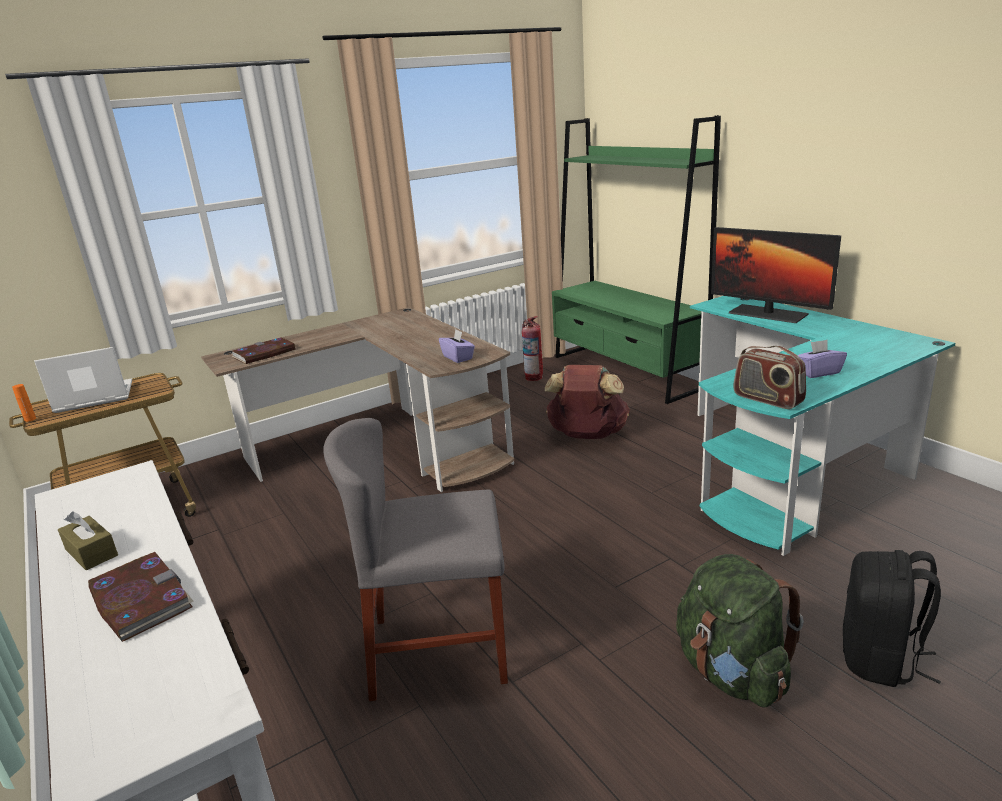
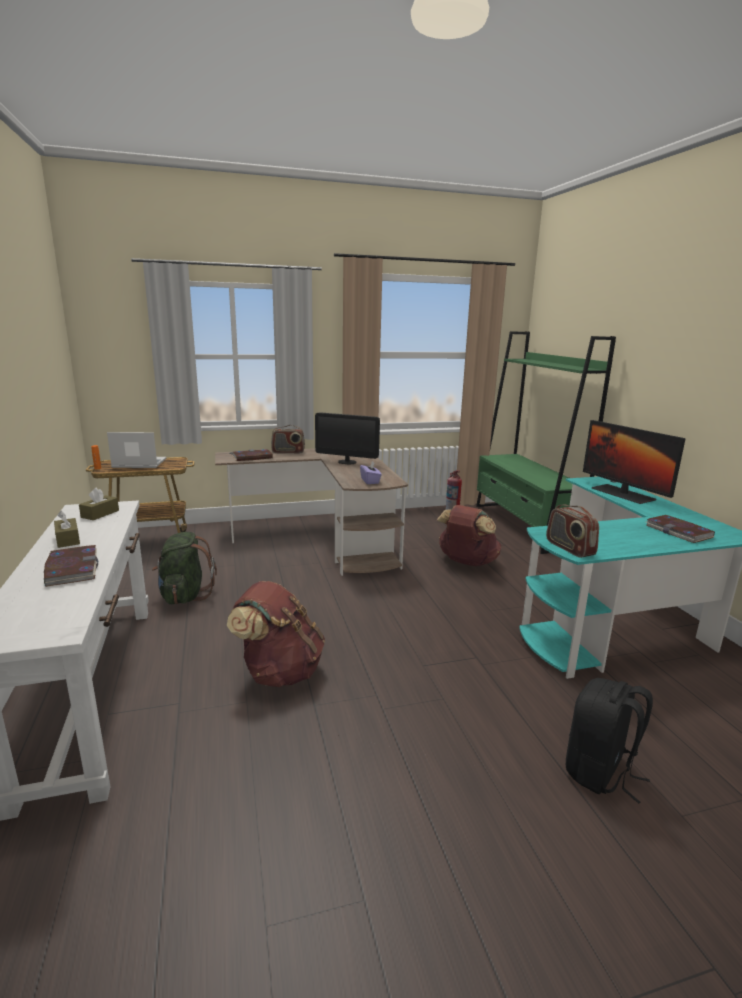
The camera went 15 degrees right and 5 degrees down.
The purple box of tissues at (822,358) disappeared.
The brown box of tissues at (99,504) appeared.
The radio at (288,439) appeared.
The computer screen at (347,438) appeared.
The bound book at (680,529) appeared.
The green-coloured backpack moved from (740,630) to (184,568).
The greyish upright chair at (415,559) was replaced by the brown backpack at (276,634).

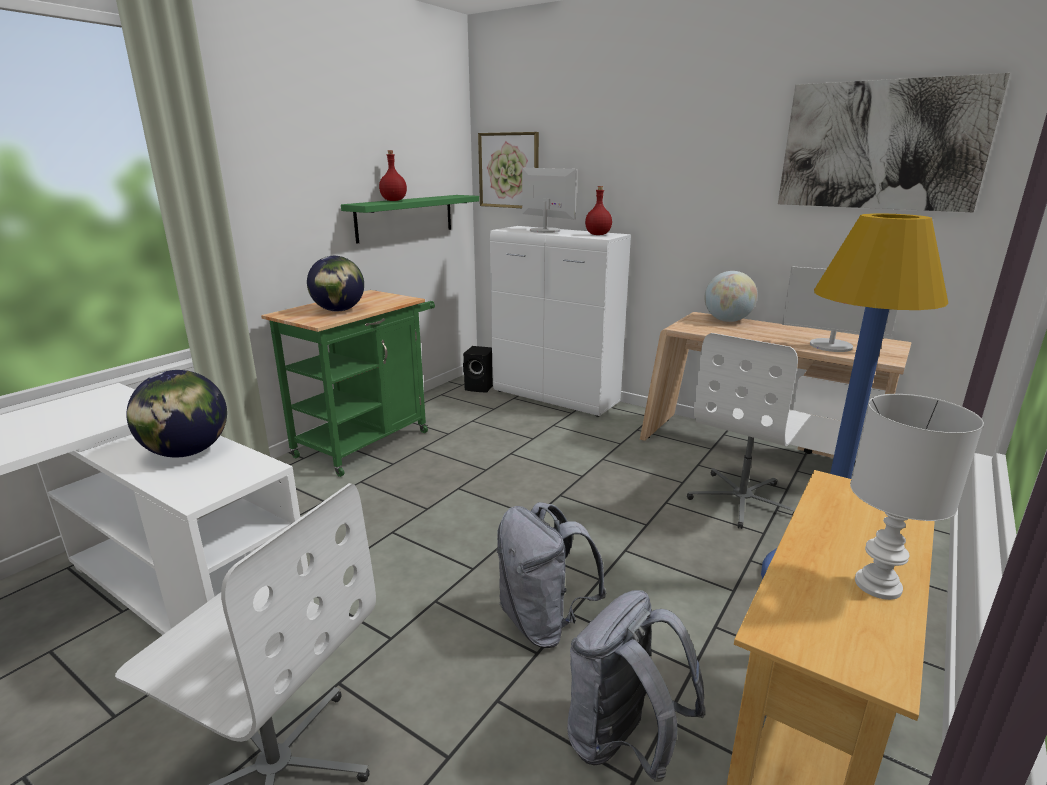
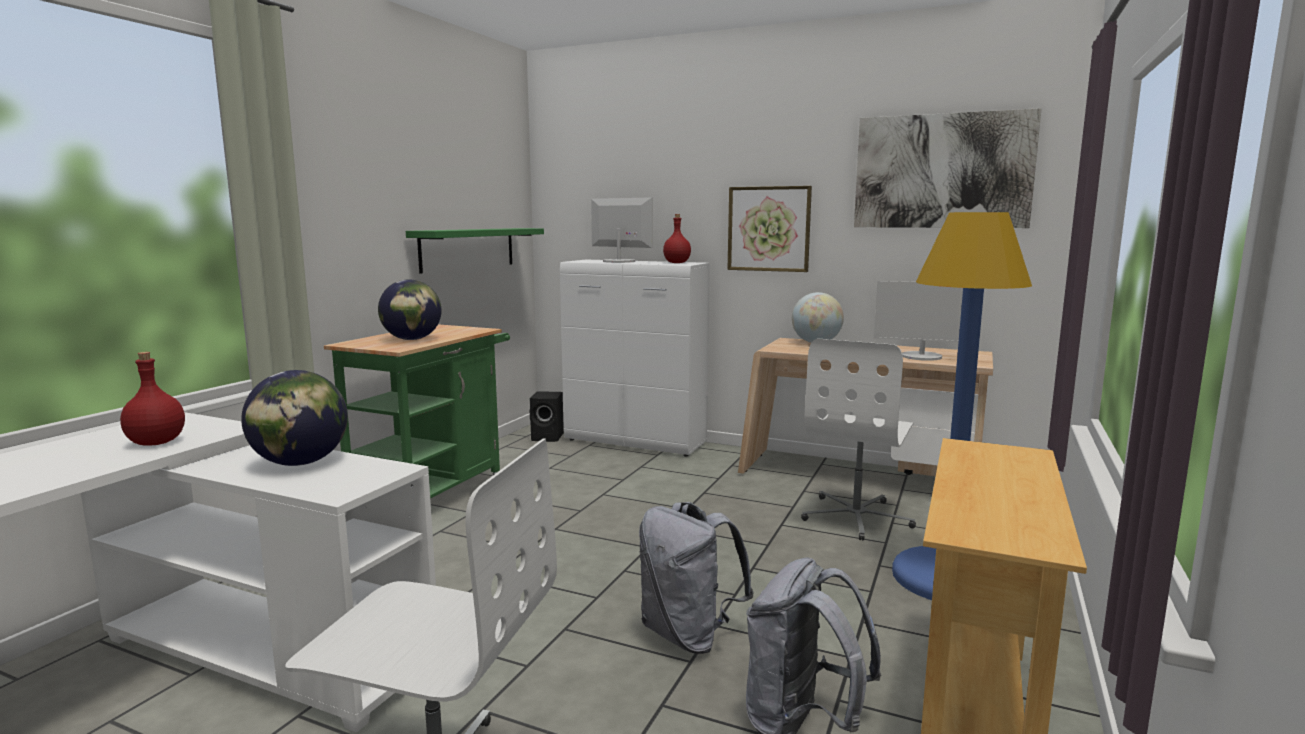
The camera went 10 degrees left and 10 degrees down.
The white-coloured table lamp at (917,497) disappeared.
The red beverage bottle moved from (393,175) to (152,399).
The picture moved from (508,170) to (769,229).

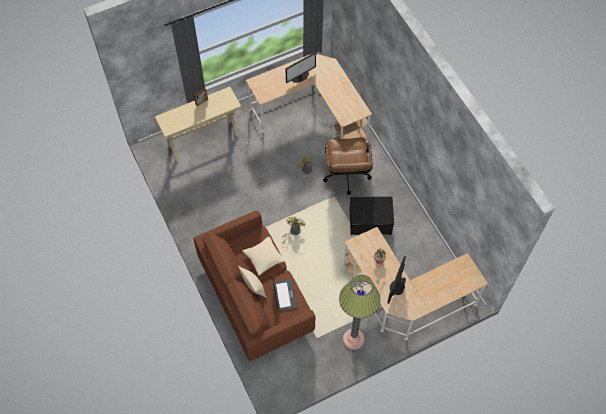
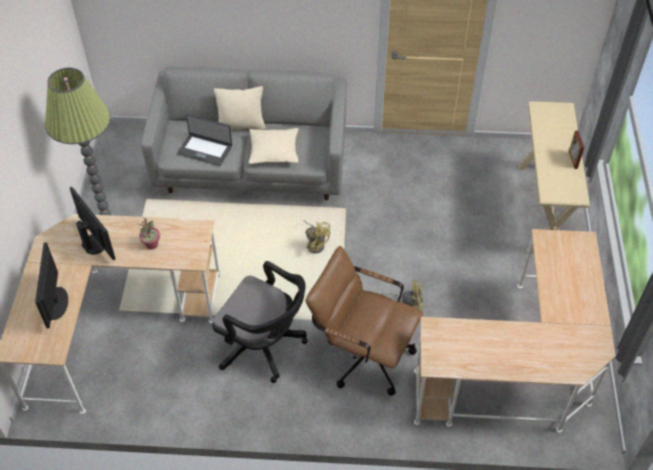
The camera went 120 degrees right and 10 degrees down.
The computer screen moved from (300,67) to (51,285).
The storage bin at (372,216) was replaced by the blackish computer chair at (260,322).
The brown sofa at (254,285) became the greyish sofa at (244,133).

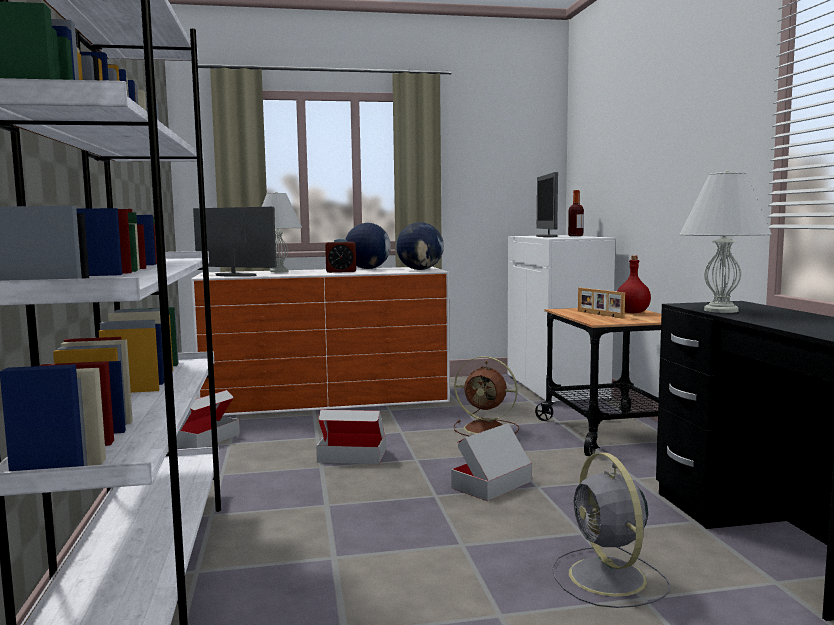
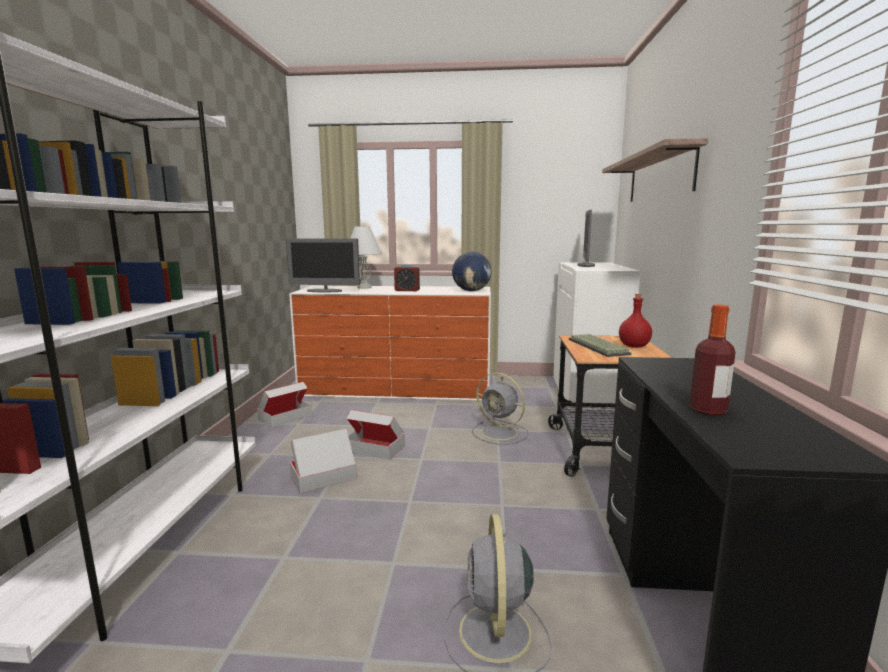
The camera went 15 degrees right and 5 degrees up.
The globe at (368,246) disappeared.
The white-coloured table lamp at (725,241) disappeared.
The wall shelf at (655,170) appeared.
The carton moved from (491,462) to (323,461).
The beverage bottle moved from (576,213) to (712,360).
The photo frame at (601,303) was replaced by the keyboard at (600,345).
The brown fan at (486,396) became the greyish fan at (500,409).
The computer screen at (235,242) turned 150 degrees clockwise.

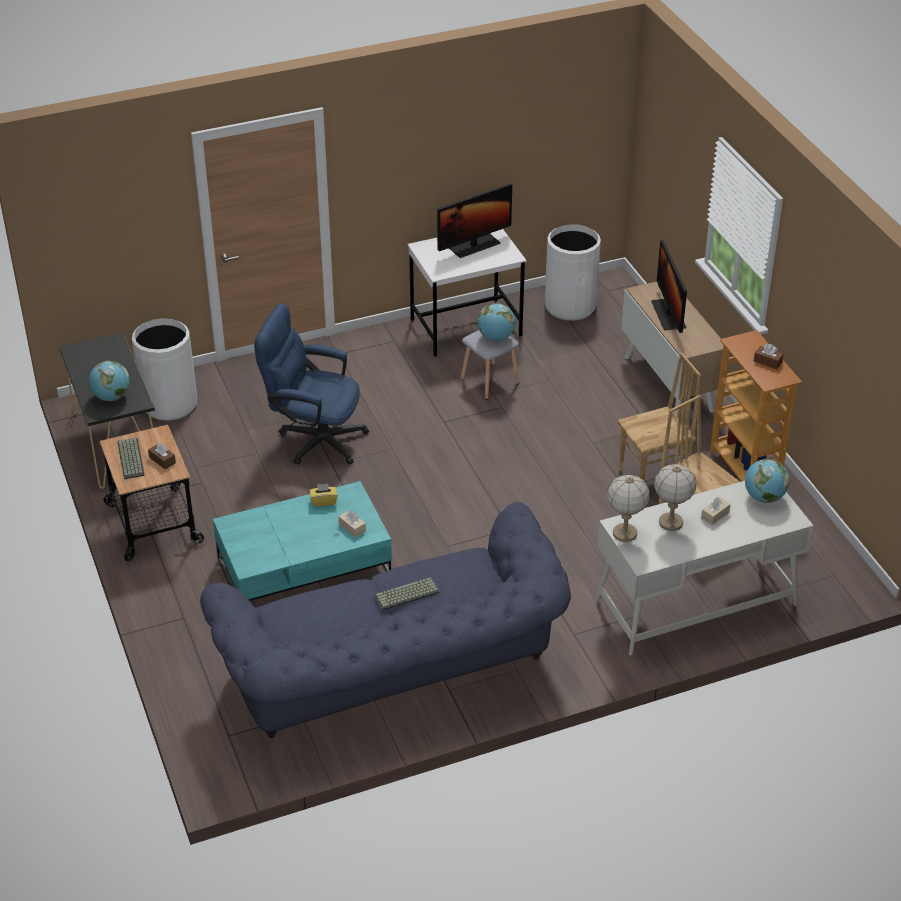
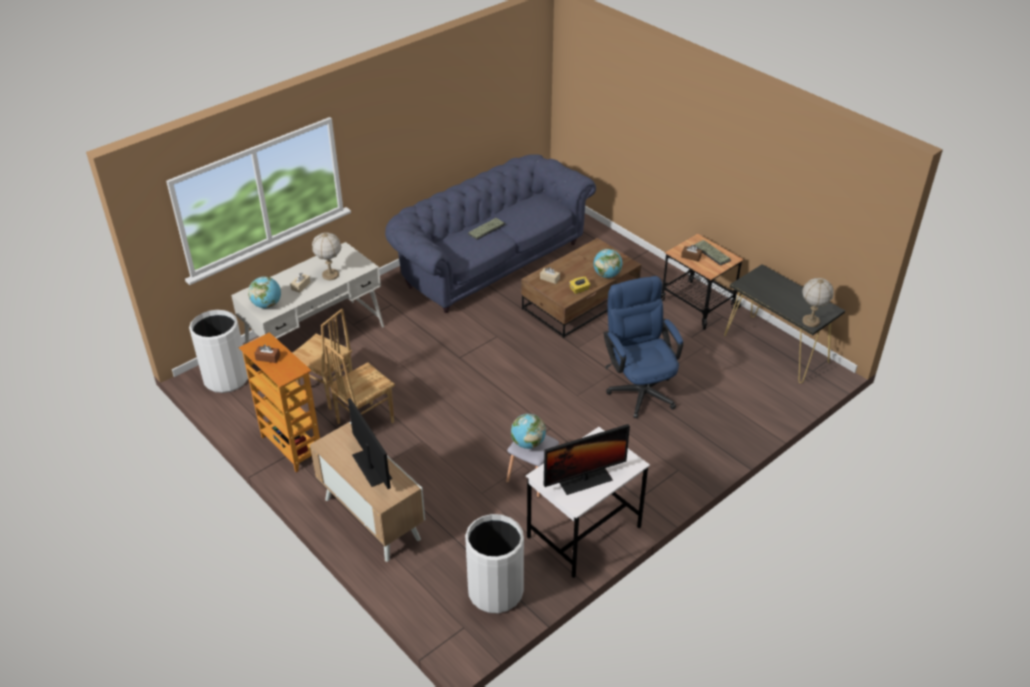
The camera went 160 degrees right and 0 degrees up.
The globe moved from (109,381) to (607,263).
The white-coloured waste bin moved from (164,369) to (218,351).
The table lamp moved from (628,508) to (818,302).
The blue-green lounge table at (302,541) became the brown lounge table at (581,288).
The bluish computer chair at (311,384) turned 105 degrees counterclockwise.
The computer screen at (474,220) turned 150 degrees counterclockwise.

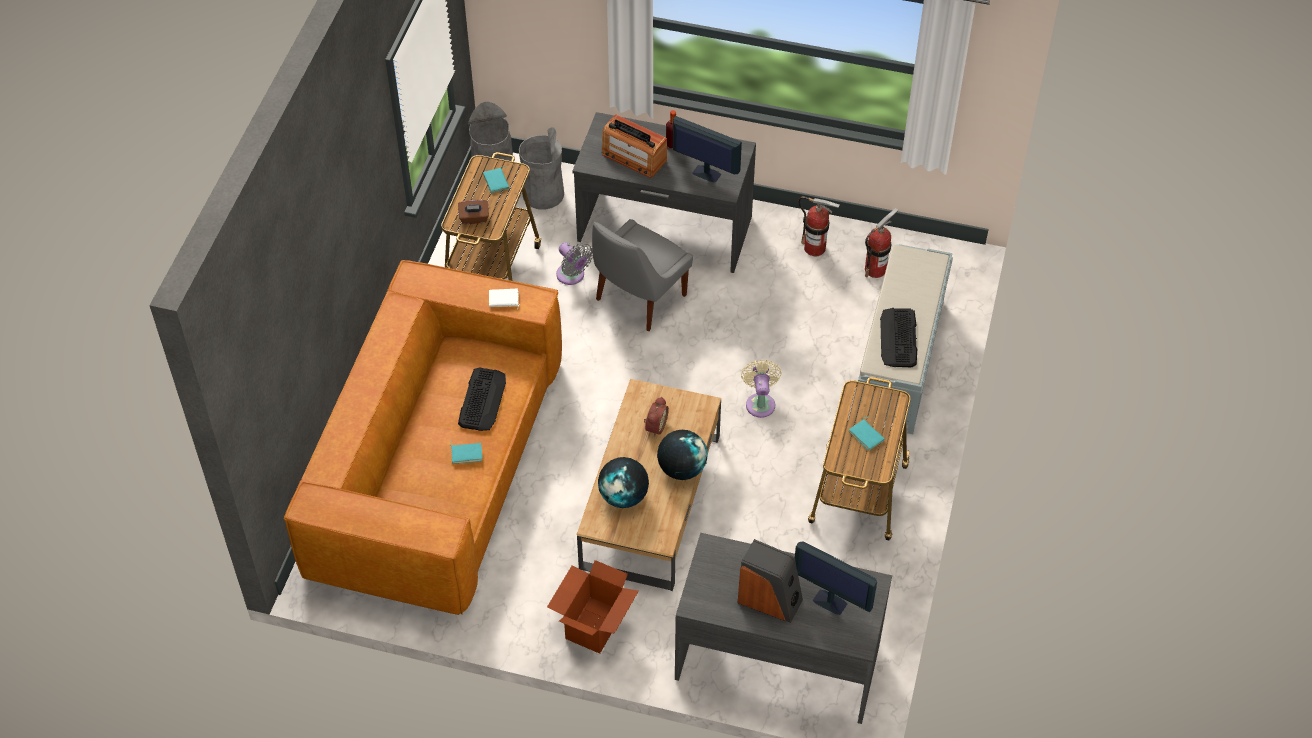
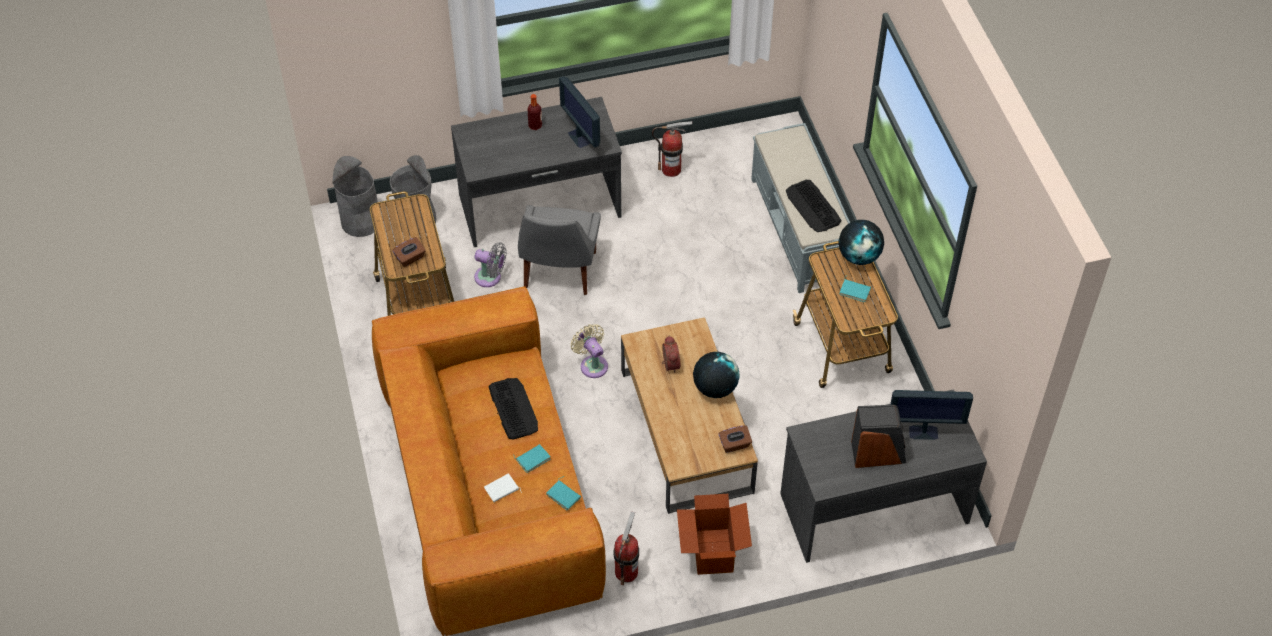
The camera went 30 degrees left and 0 degrees up.
The radio at (634,146) disappeared.
The brown box of tissues at (735,439) appeared.
The blue-green bound book moved from (496,179) to (563,493).
The white-coloured bound book moved from (504,298) to (503,487).
The globe moved from (623,482) to (861,242).
The beige fan moved from (761,389) to (589,351).
The fire-fighting cylinder moved from (882,243) to (626,548).
The computer screen at (707,149) turned 120 degrees counterclockwise.

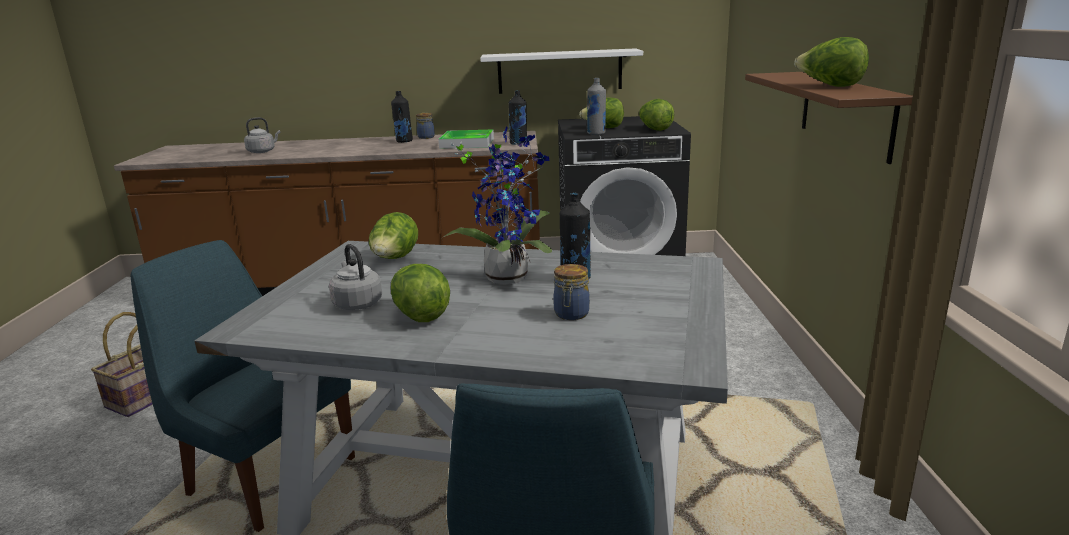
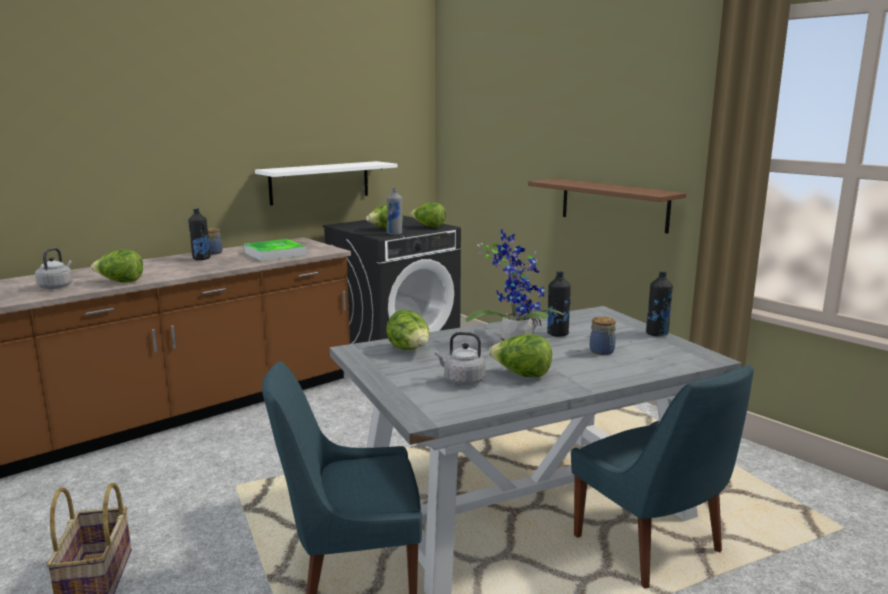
The camera went 40 degrees left and 5 degrees down.
The blackish beverage bottle moved from (518,117) to (659,303).
The lettuce head moved from (831,62) to (117,266).

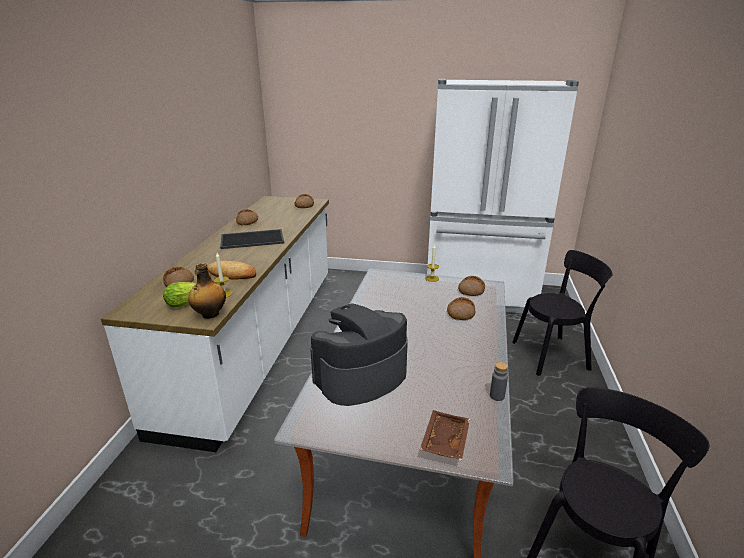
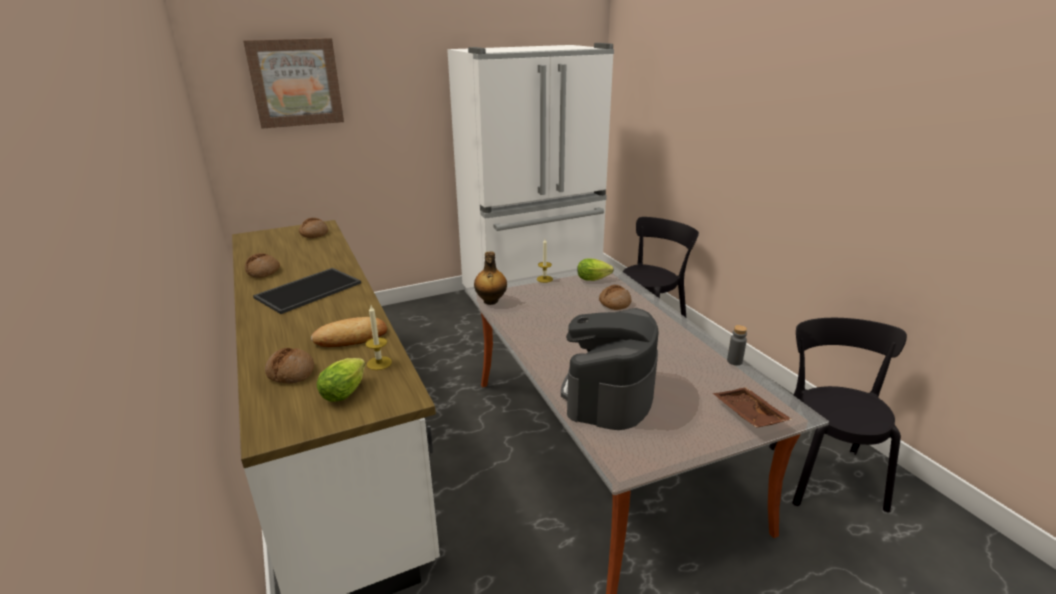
The camera went 35 degrees left and 0 degrees up.
The picture at (293,83) appeared.
The beverage bottle moved from (207,291) to (490,278).
The bread at (471,286) was replaced by the lettuce head at (595,269).

